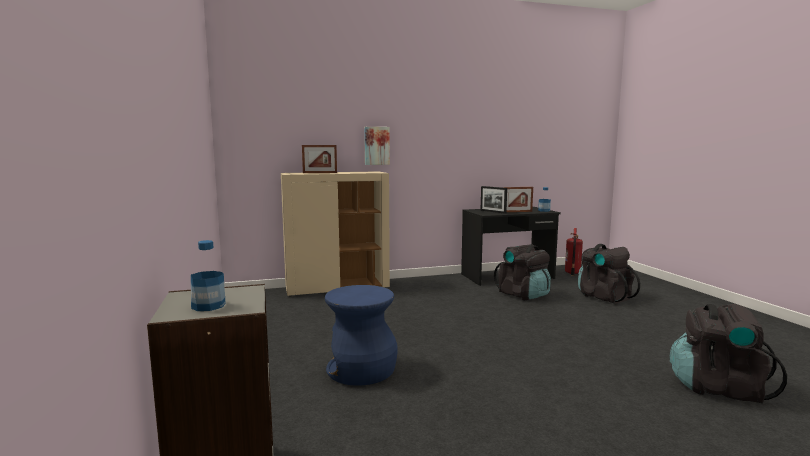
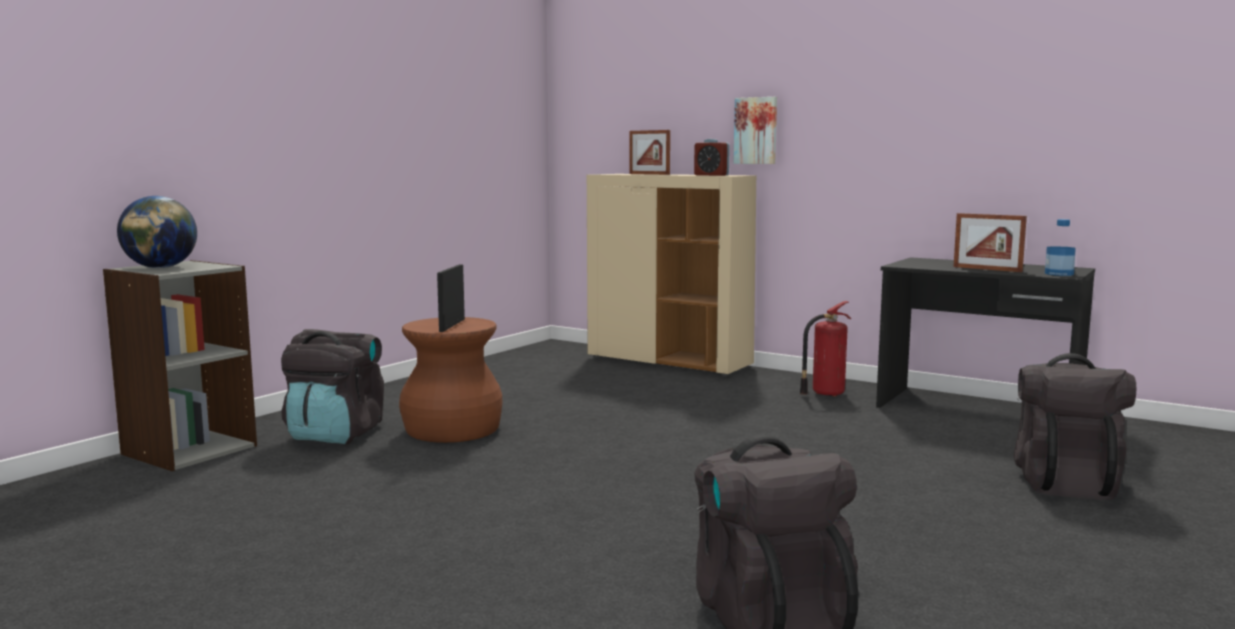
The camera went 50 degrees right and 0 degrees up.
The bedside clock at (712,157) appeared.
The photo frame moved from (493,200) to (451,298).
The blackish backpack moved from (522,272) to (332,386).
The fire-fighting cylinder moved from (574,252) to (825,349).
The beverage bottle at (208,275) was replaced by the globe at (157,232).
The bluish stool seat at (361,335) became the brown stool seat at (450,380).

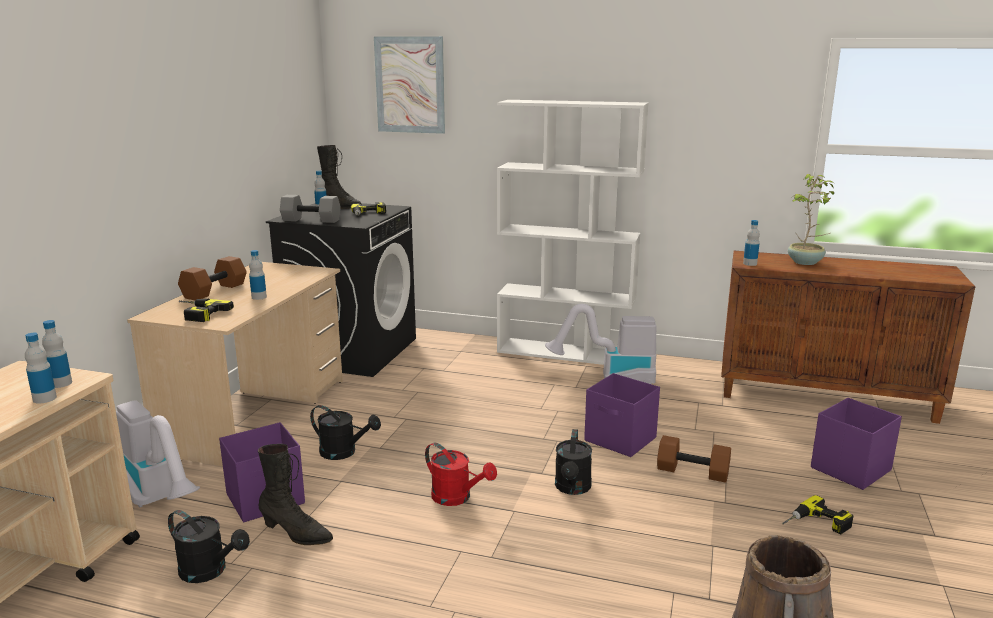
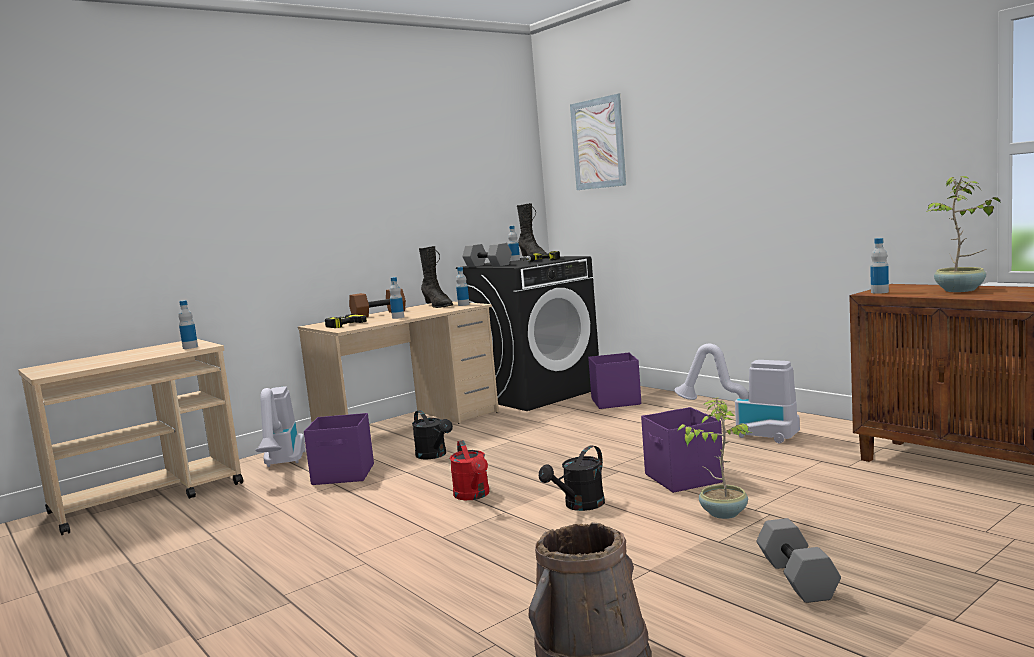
The camera went 35 degrees right and 10 degrees down.
The blackish watering pot at (209,546) disappeared.
The white-coloured bookcase at (573,232) disappeared.
The beverage bottle moved from (41,368) to (463,286).
The blackish boot moved from (295,494) to (436,277).
The purple storage bin moved from (856,444) to (614,381).
The brown hand weight at (694,459) was replaced by the potted plant at (715,458).
The drill at (817,514) was replaced by the greyish hand weight at (798,560).

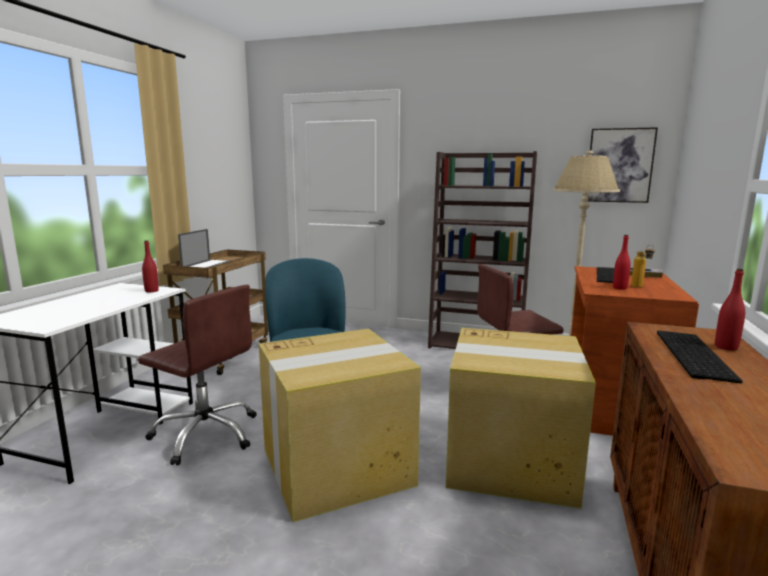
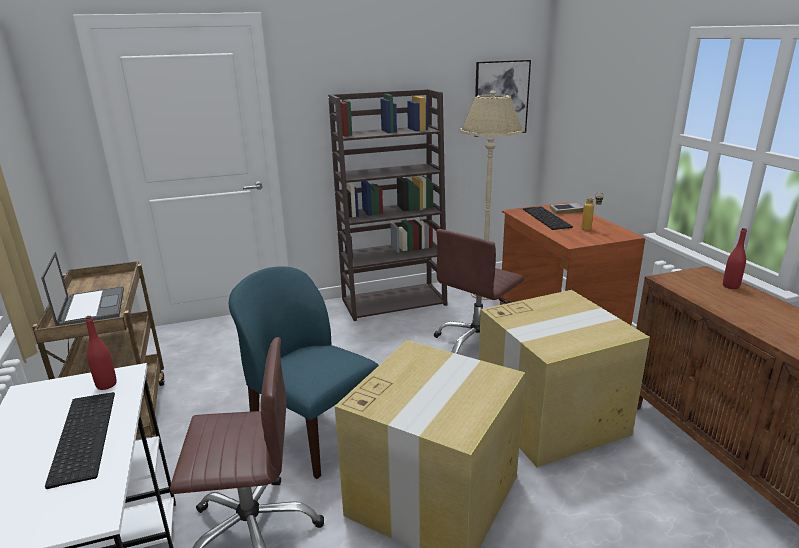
The camera went 35 degrees left and 10 degrees up.
The red beverage bottle at (622,262) disappeared.
The keyboard moved from (700,357) to (80,440).

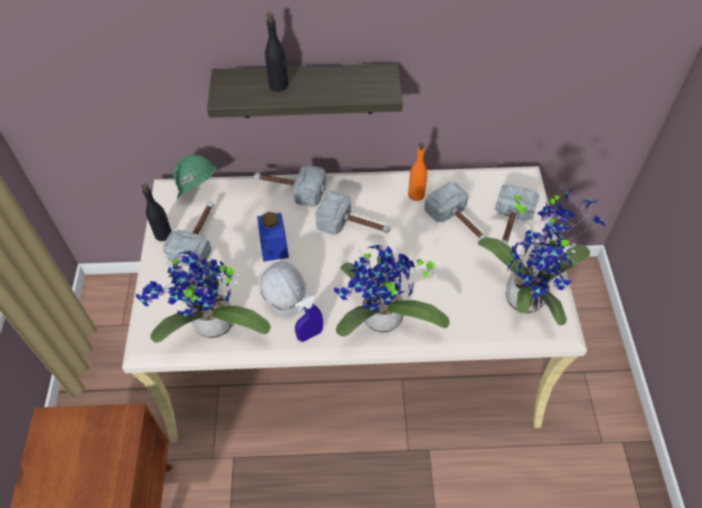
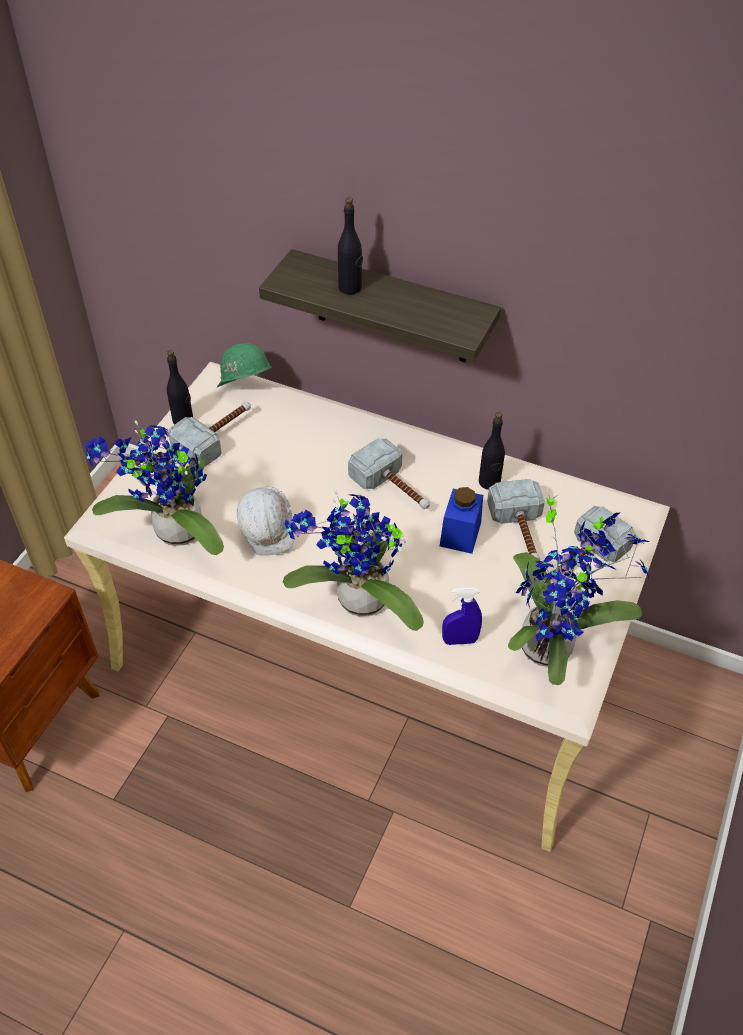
The camera went 25 degrees right and 5 degrees down.
The tool hammer at (290,186) disappeared.
The bluish jar moved from (273,237) to (461,520).
The bluish spray bottle moved from (309,319) to (462,616).
The orange-coloured beverage bottle at (417,171) became the blackish beverage bottle at (492,451).

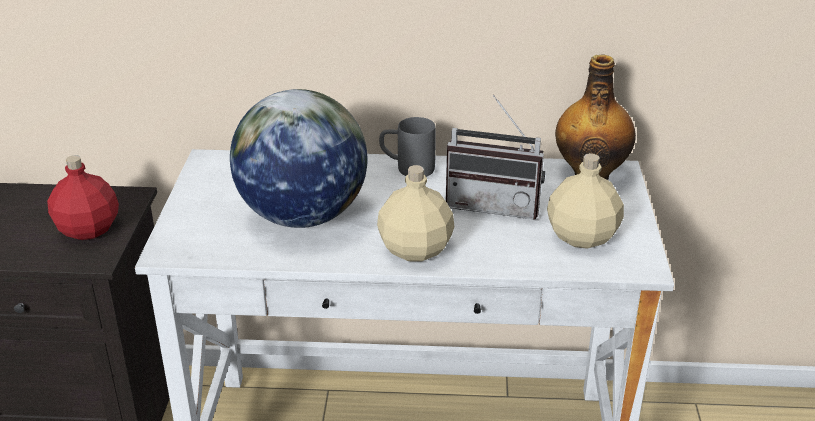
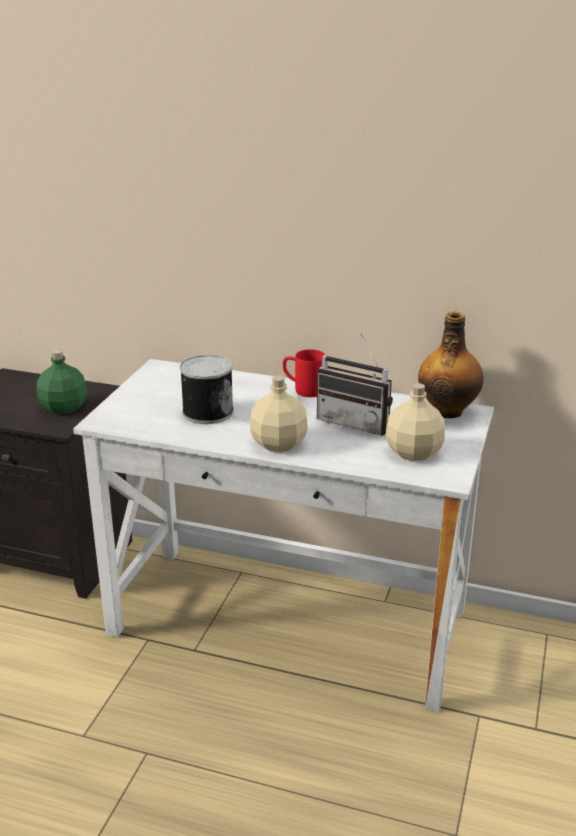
The camera went 15 degrees right and 5 degrees down.
The globe at (299,158) was replaced by the can at (207,389).
The red beverage bottle at (83,197) became the green-coloured beverage bottle at (62,382).
The greyish mug at (407,147) became the red mug at (304,373).

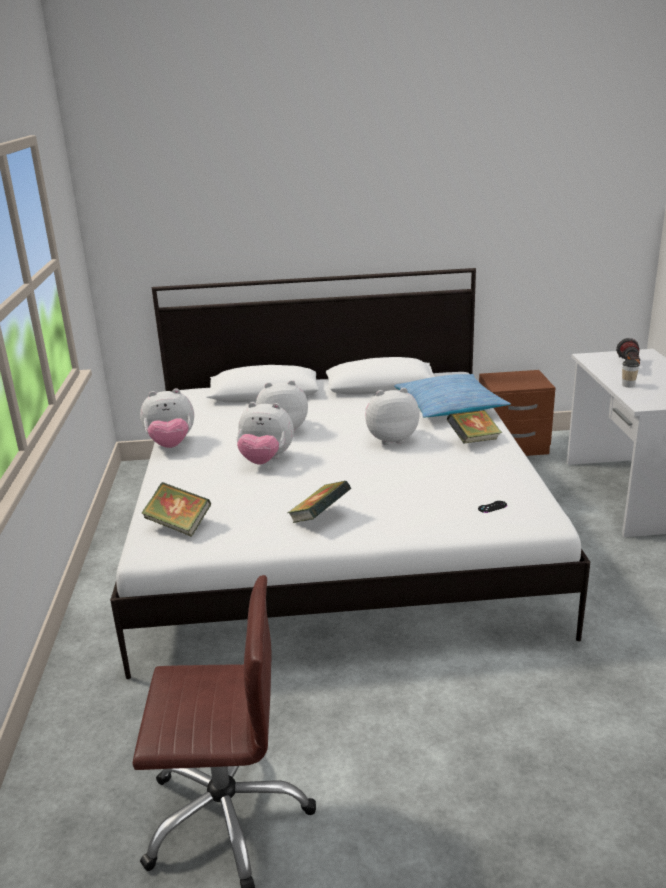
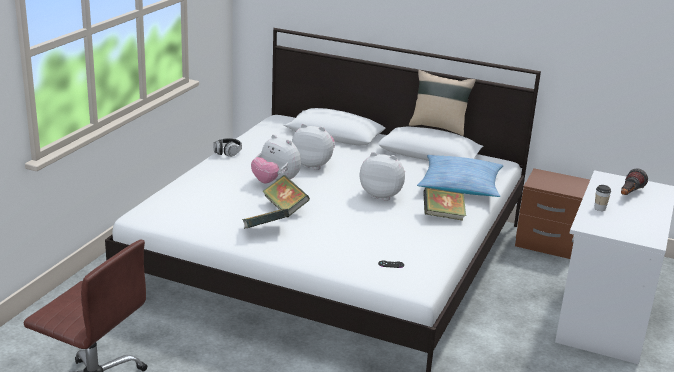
The camera went 25 degrees right and 0 degrees up.
The beige pillow at (442,103) appeared.
The bound book moved from (176,509) to (286,195).
The cuddly toy at (167,418) was replaced by the headset at (228,147).

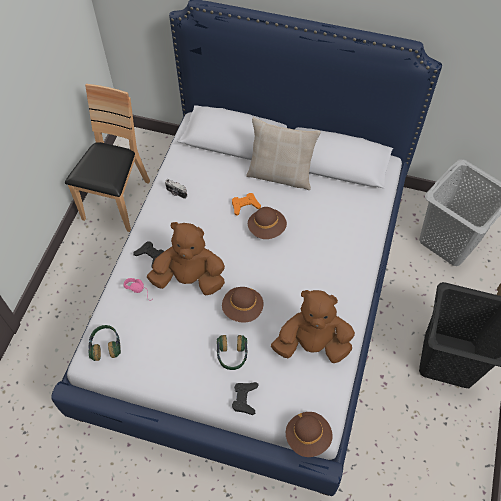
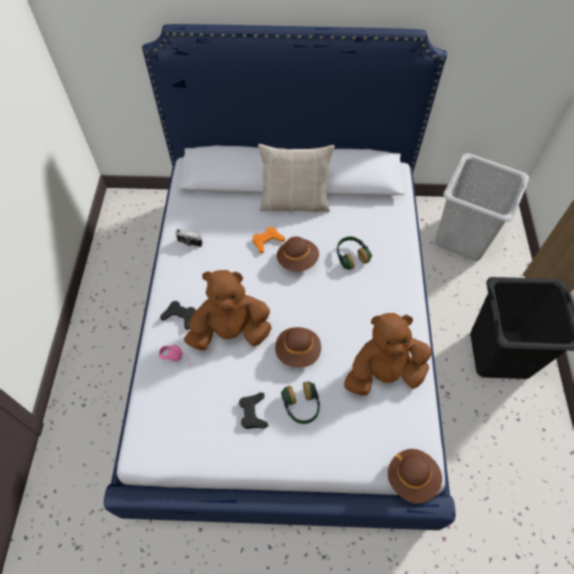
The camera went 15 degrees left and 0 degrees up.
The brown upright chair at (107,158) disappeared.
The headset moved from (104,343) to (354,253).
The blackish game controller moved from (245,398) to (253,410).

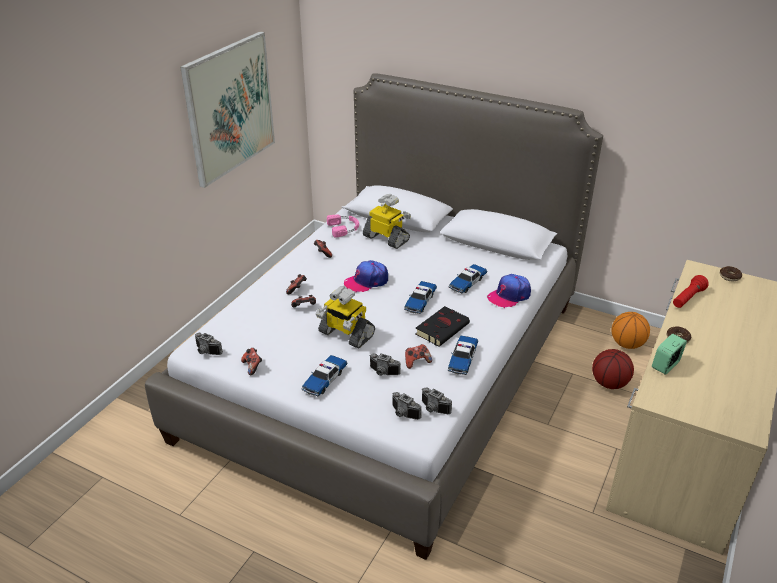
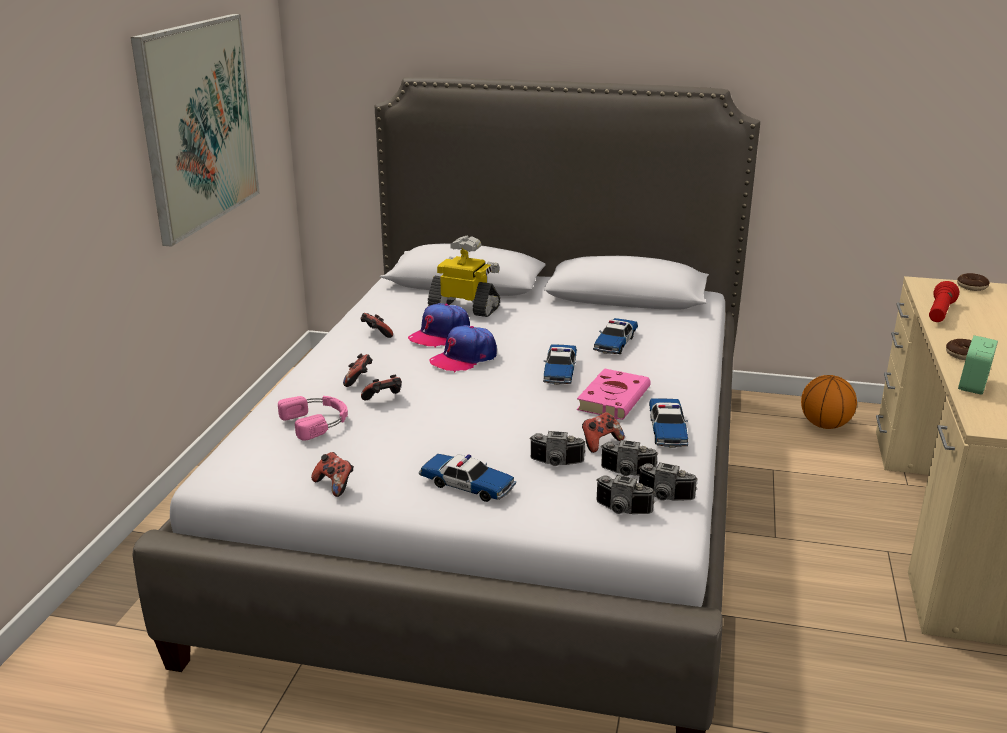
The camera went 15 degrees left and 10 degrees down.
The model robot at (345,317) disappeared.
The ball for basketball at (613,369) disappeared.
The photo camera moved from (209,344) to (629,458).
The pinkish headset moved from (343,226) to (313,418).
The baseball cap moved from (509,291) to (439,325).
The blackish bound book at (443,326) became the pinkish bound book at (614,394).
The model car at (325,375) turned 75 degrees counterclockwise.

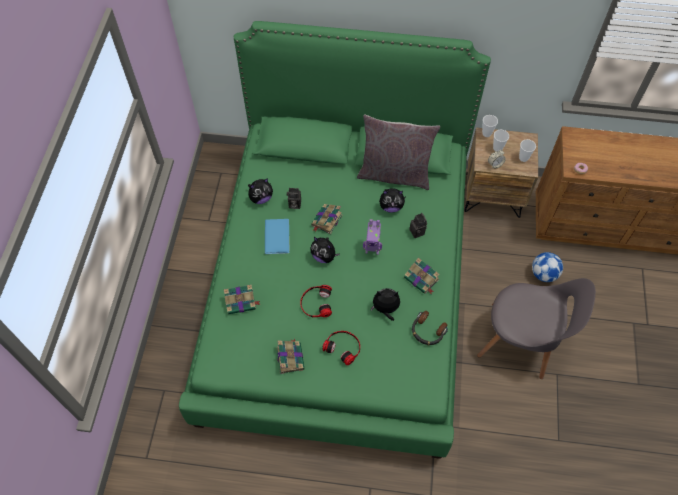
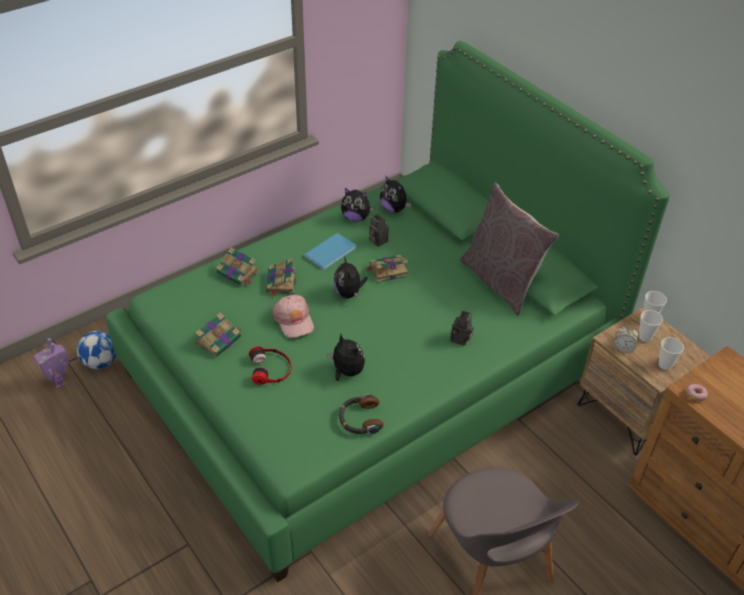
The camera went 45 degrees right and 15 degrees down.
The model robot moved from (372,237) to (51,363).
The cuddly toy moved from (392,200) to (395,194).
The bound book moved from (422,276) to (281,277).
The football ball moved from (547,267) to (96,350).
The headset at (316,301) was replaced by the pinkish baseball cap at (293,316).

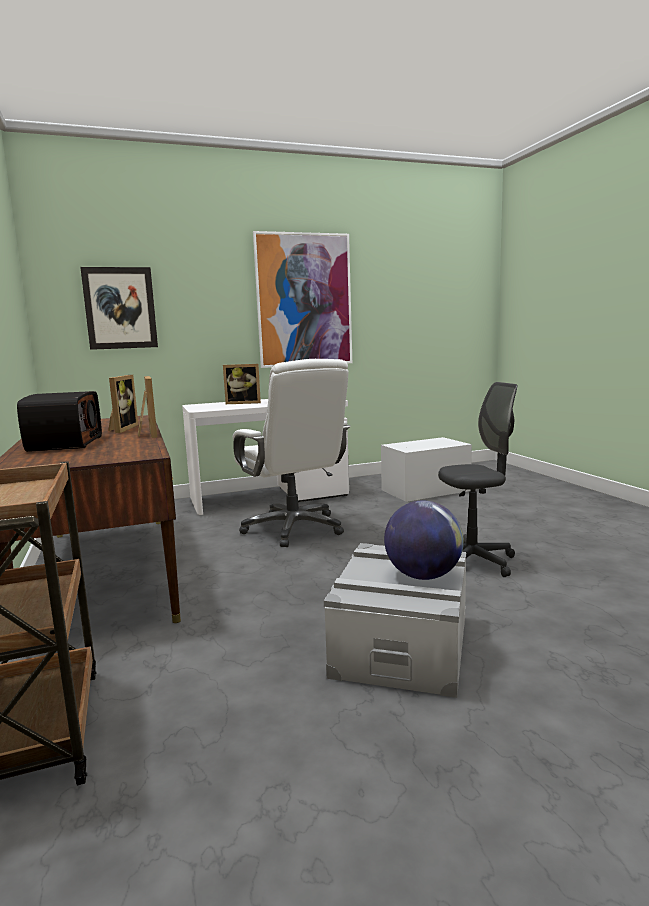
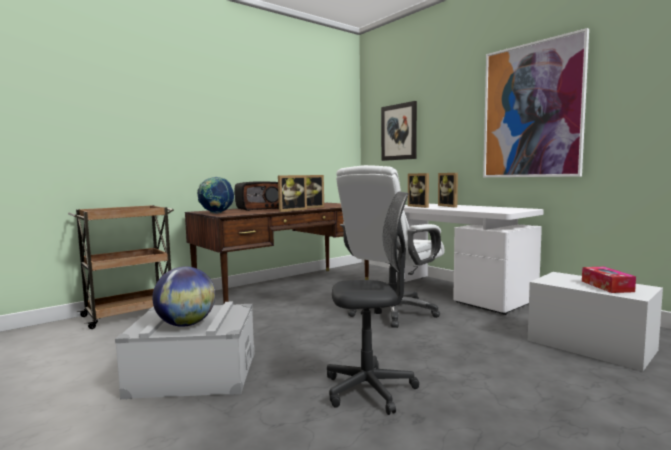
The camera went 70 degrees right and 5 degrees down.
The globe at (215,195) appeared.
The photo frame at (418,190) appeared.
The box of tissues at (609,280) appeared.
The greyish computer chair at (477,479) turned 60 degrees counterclockwise.

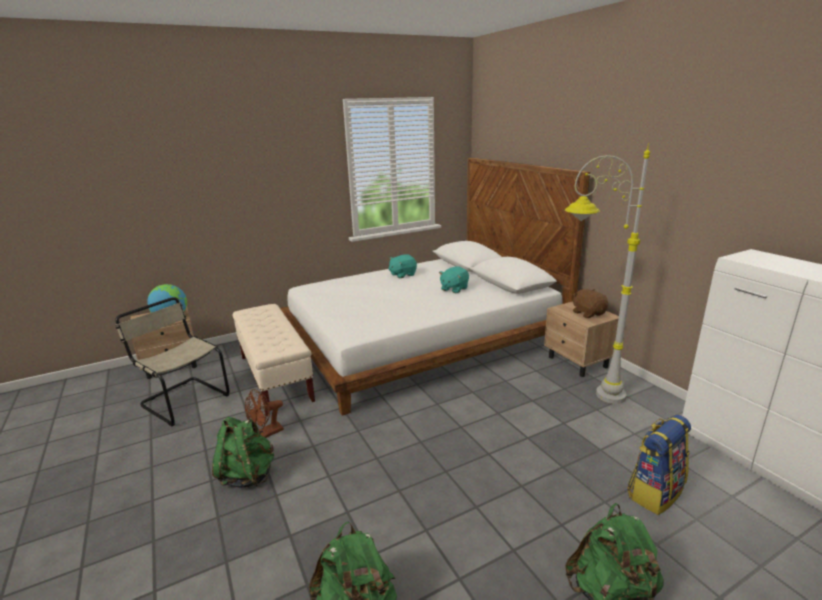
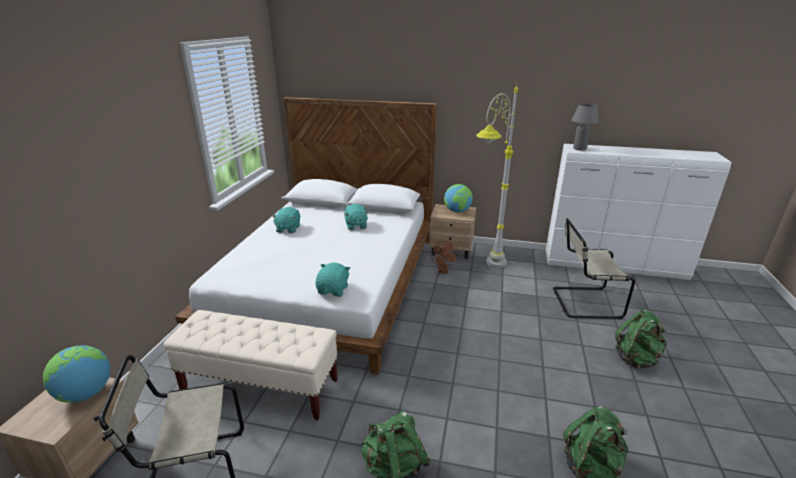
The camera went 50 degrees left and 5 degrees up.
The blue-green cuddly toy at (332,280) appeared.
The greyish table lamp at (585,127) appeared.
The brown fan moved from (264,413) to (444,257).
The brown cuddly toy at (590,303) was replaced by the globe at (458,198).
The backpack at (659,465) was replaced by the beige upright chair at (594,268).

